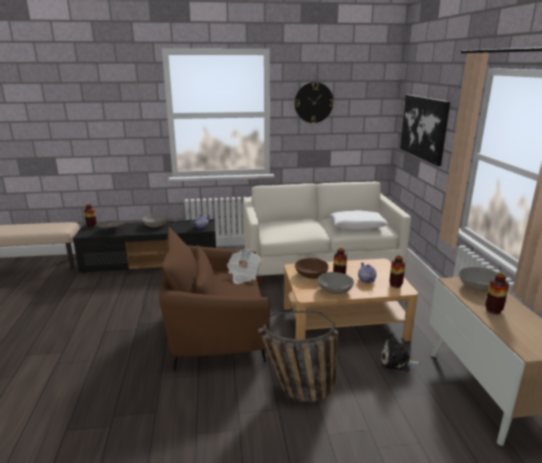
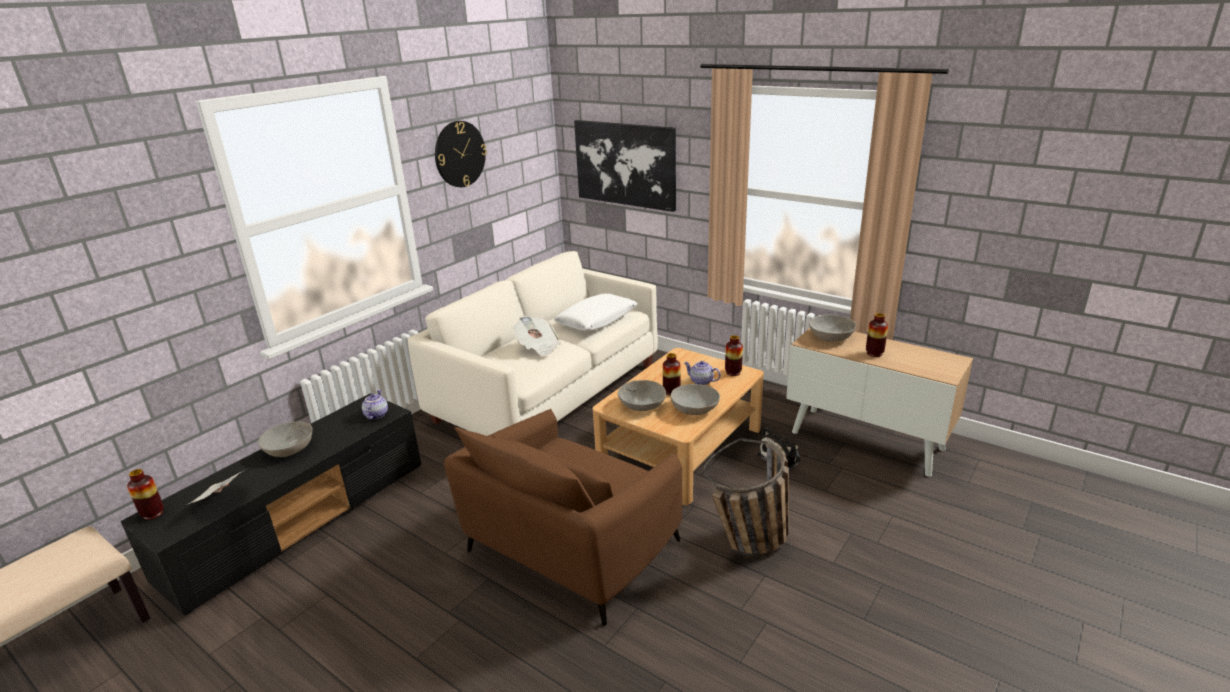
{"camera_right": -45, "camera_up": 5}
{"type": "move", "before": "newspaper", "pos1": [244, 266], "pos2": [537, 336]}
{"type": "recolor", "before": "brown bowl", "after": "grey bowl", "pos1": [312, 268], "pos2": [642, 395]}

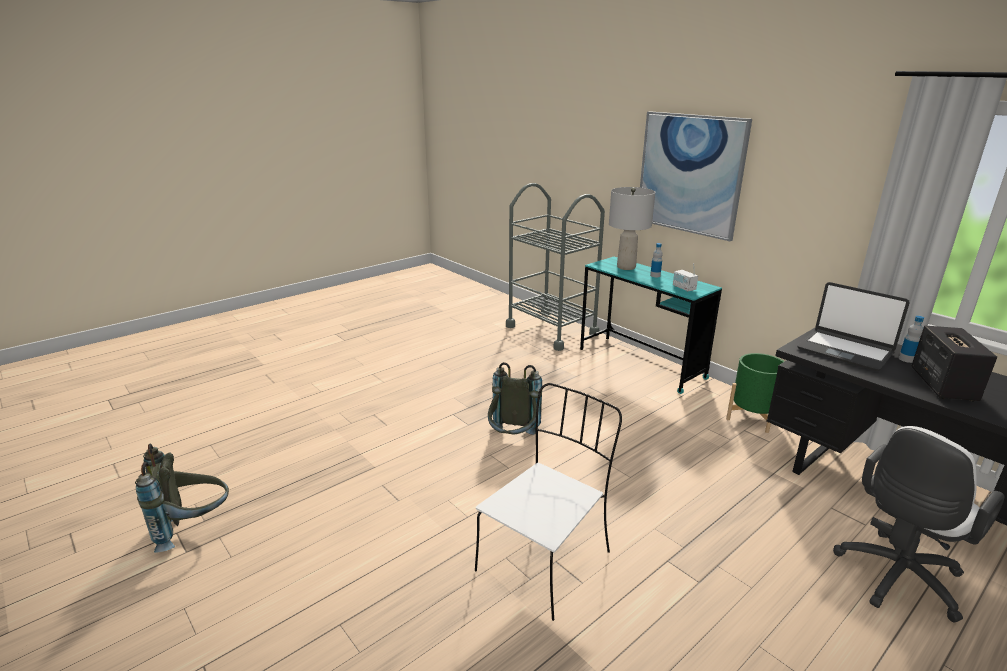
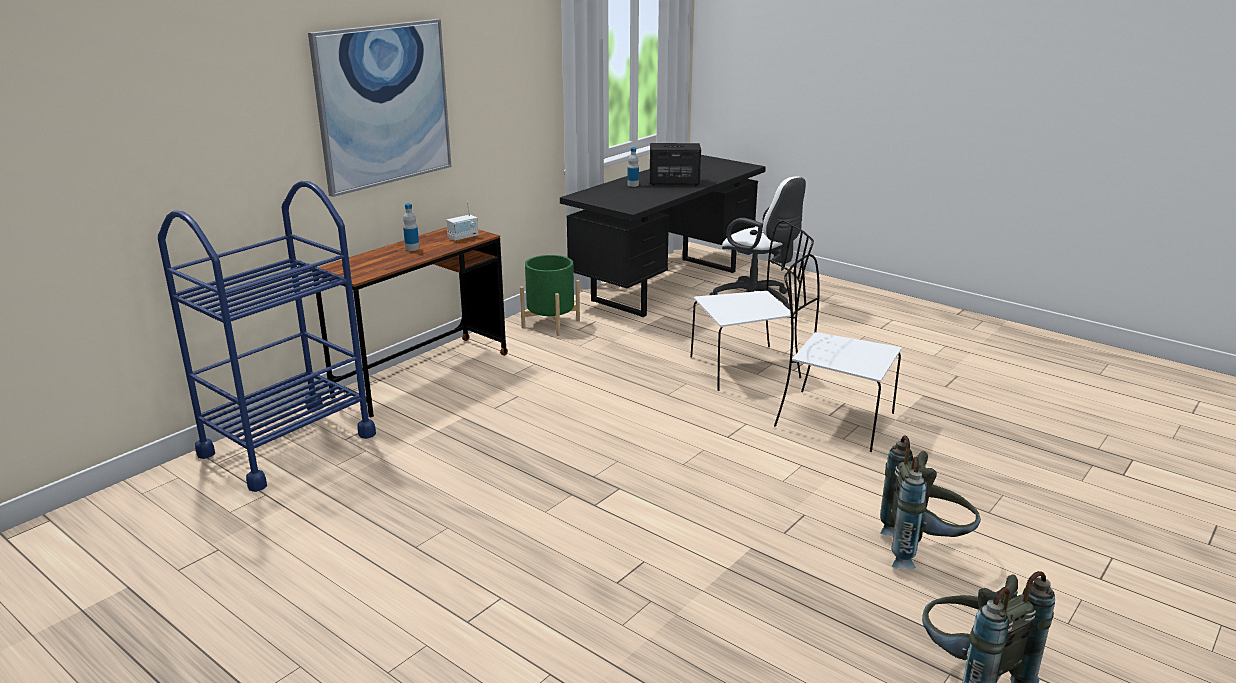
{"camera_right": -100, "camera_up": 0}
{"type": "recolor", "before": "grey cart", "after": "blue cart", "pos1": [555, 267], "pos2": [267, 336]}
{"type": "delete", "before": "grey table lamp", "pos1": [632, 228]}
{"type": "recolor", "before": "turquoise desk", "after": "brown desk", "pos1": [651, 325], "pos2": [410, 322]}
{"type": "delete", "before": "laptop", "pos1": [853, 326]}
{"type": "move", "before": "grey backpack", "pos1": [515, 398], "pos2": [930, 502]}
{"type": "insert", "after": "white chair", "pos2": [752, 305]}

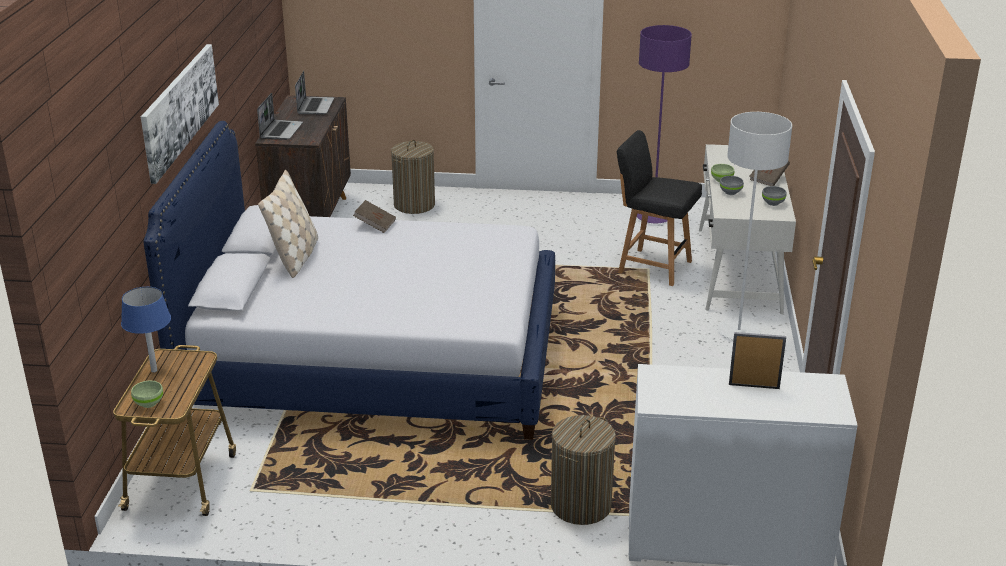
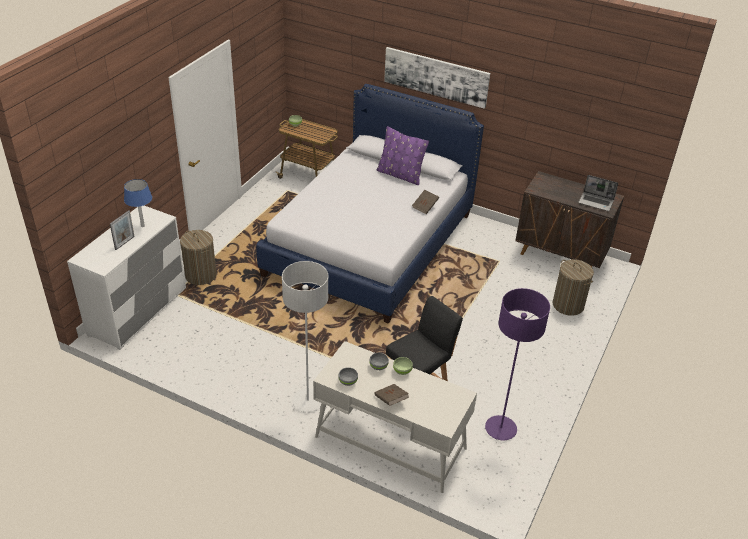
{"camera_right": 110, "camera_up": 10}
{"type": "delete", "before": "laptop", "pos1": [280, 116]}
{"type": "recolor", "before": "beige pillow", "after": "purple pillow", "pos1": [288, 224], "pos2": [402, 155]}
{"type": "move", "before": "blue table lamp", "pos1": [146, 330], "pos2": [138, 203]}

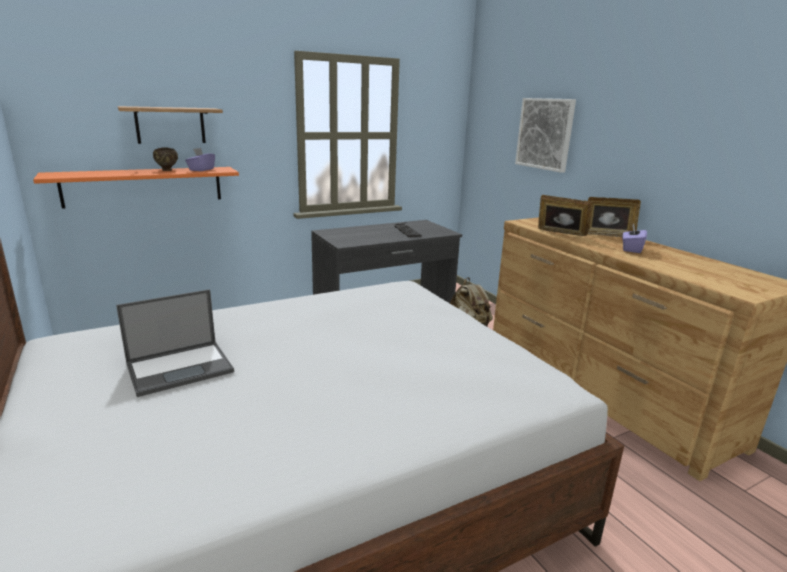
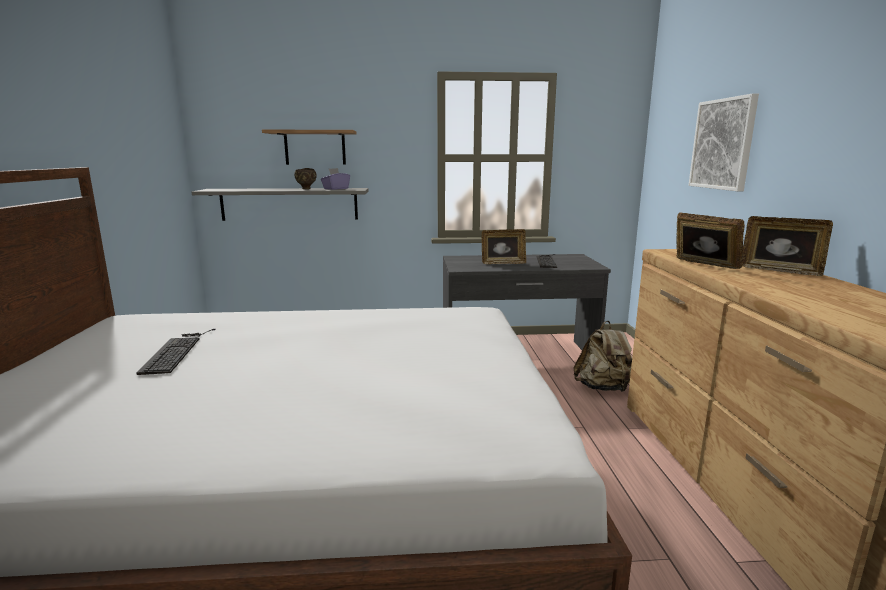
{"camera_right": 25, "camera_up": -5}
{"type": "recolor", "before": "orange shelf", "after": "grey shelf", "pos1": [136, 188], "pos2": [280, 204]}
{"type": "delete", "before": "purple tissue box", "pos1": [634, 238]}
{"type": "replace", "before": "laptop", "after": "keyboard", "pos1": [175, 343], "pos2": [176, 352]}
{"type": "insert", "after": "picture frame", "pos2": [504, 246]}

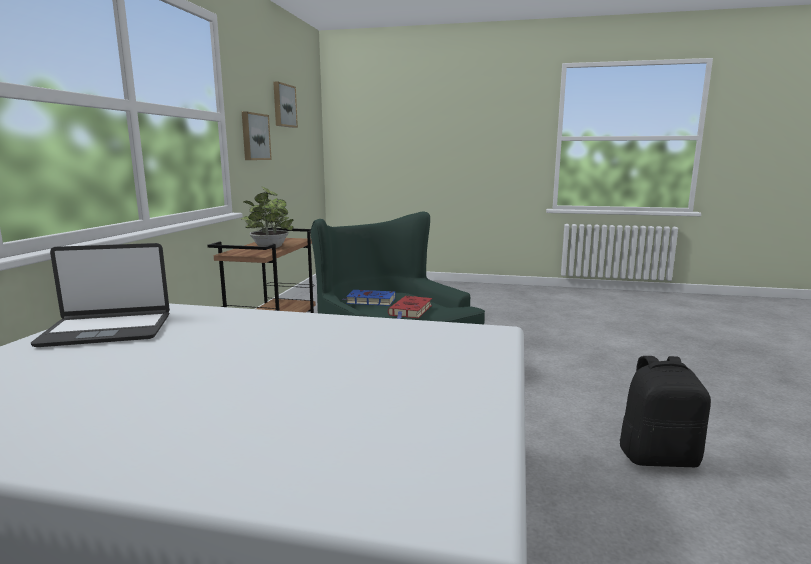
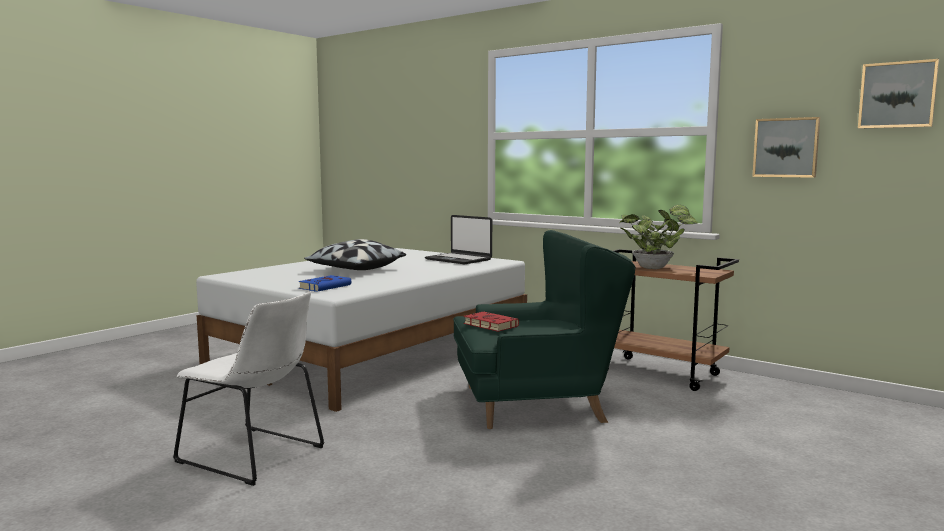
{"camera_right": 115, "camera_up": -5}
{"type": "rotate", "before": "laptop", "pos1": [100, 295], "pos2": [458, 239], "turn": -60}
{"type": "move", "before": "blue book", "pos1": [368, 298], "pos2": [324, 283]}
{"type": "replace", "before": "black backpack", "after": "white chair", "pos1": [665, 411], "pos2": [248, 388]}
{"type": "insert", "after": "pillow", "pos2": [355, 254]}

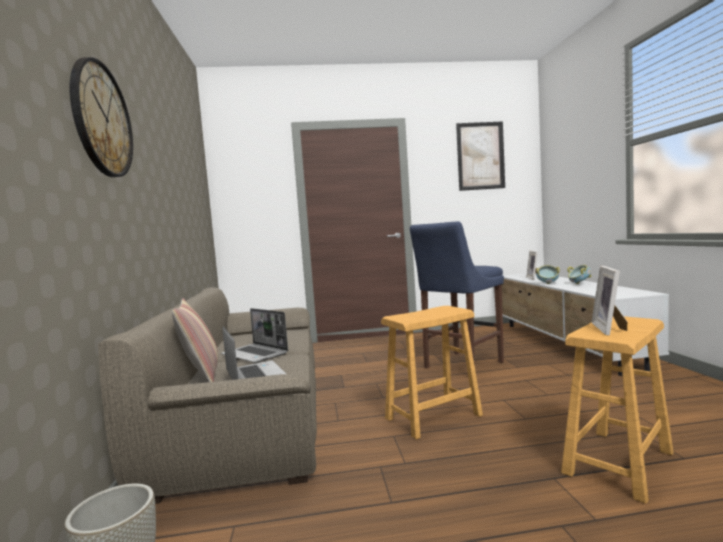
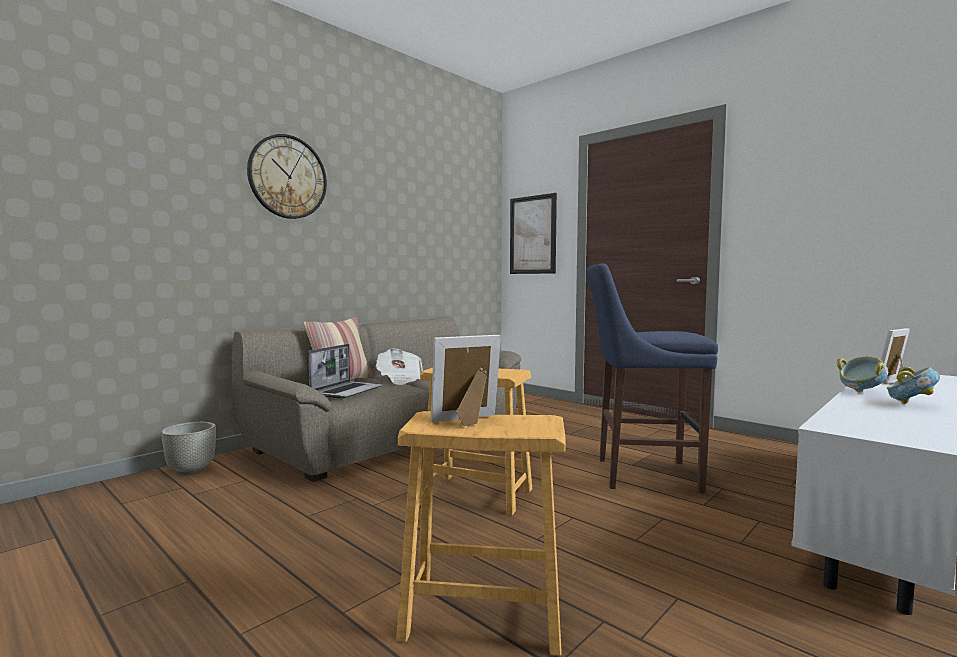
{"camera_right": 50, "camera_up": 0}
{"type": "move", "before": "picture", "pos1": [480, 156], "pos2": [533, 233]}
{"type": "replace", "before": "laptop", "after": "newspaper", "pos1": [254, 335], "pos2": [399, 367]}

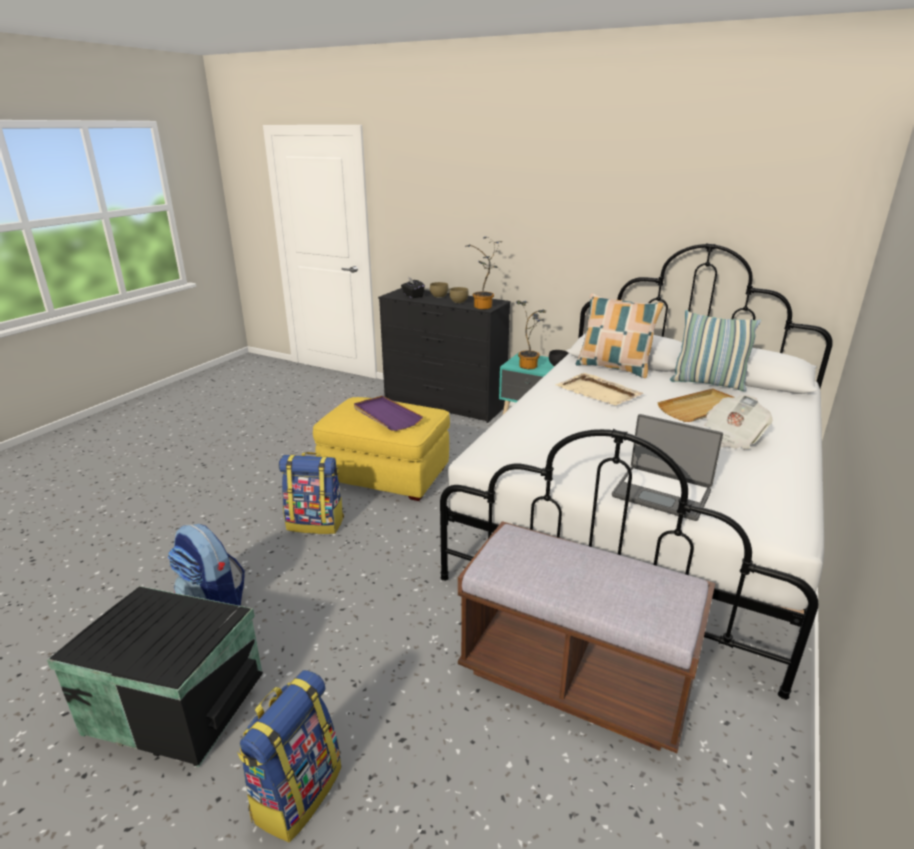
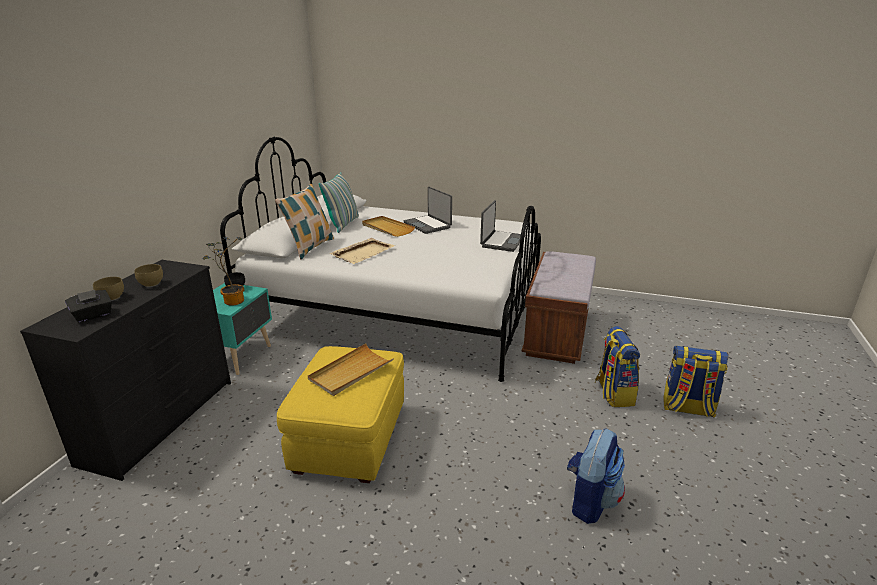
{"camera_right": -100, "camera_up": 0}
{"type": "delete", "before": "potted plant", "pos1": [484, 273]}
{"type": "replace", "before": "newspaper", "after": "laptop", "pos1": [739, 422], "pos2": [427, 210]}
{"type": "recolor", "before": "purple tray", "after": "beige tray", "pos1": [388, 413], "pos2": [351, 369]}
{"type": "move", "before": "backpack", "pos1": [311, 493], "pos2": [617, 366]}
{"type": "delete", "before": "black storage box", "pos1": [155, 676]}

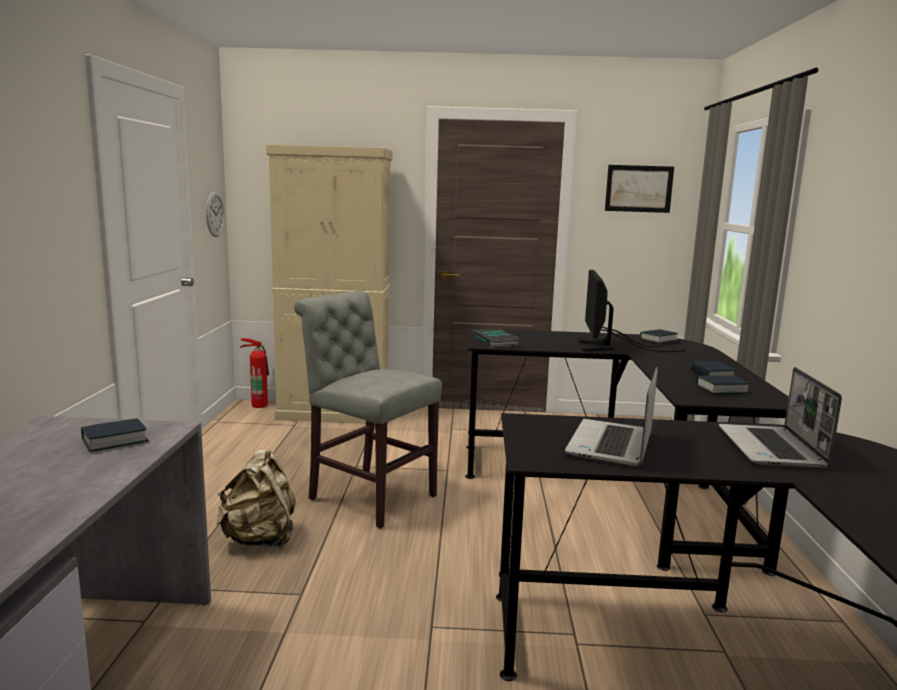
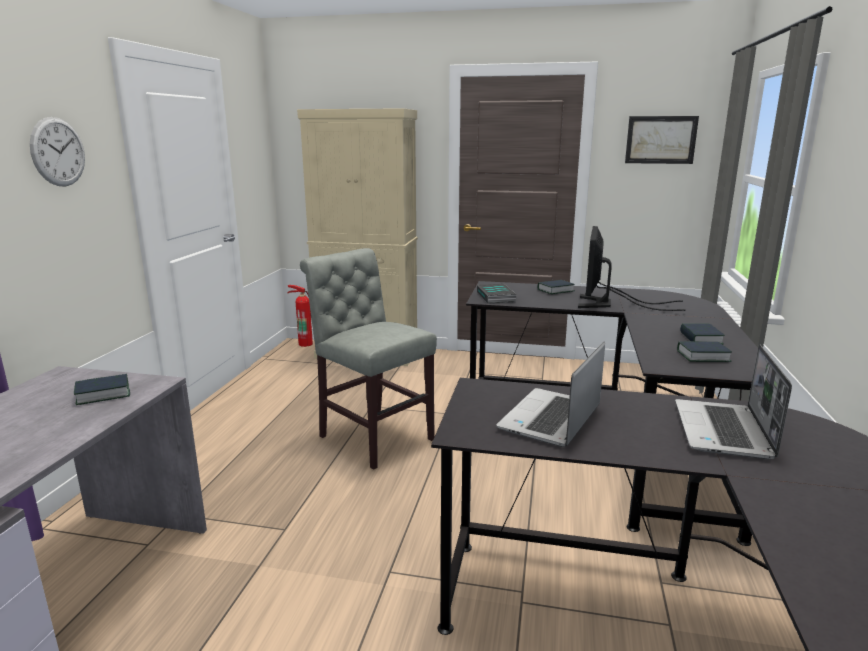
{"camera_right": 10, "camera_up": 5}
{"type": "move", "before": "wall clock", "pos1": [215, 214], "pos2": [57, 152]}
{"type": "move", "before": "book", "pos1": [659, 336], "pos2": [556, 287]}
{"type": "delete", "before": "beige backpack", "pos1": [256, 498]}

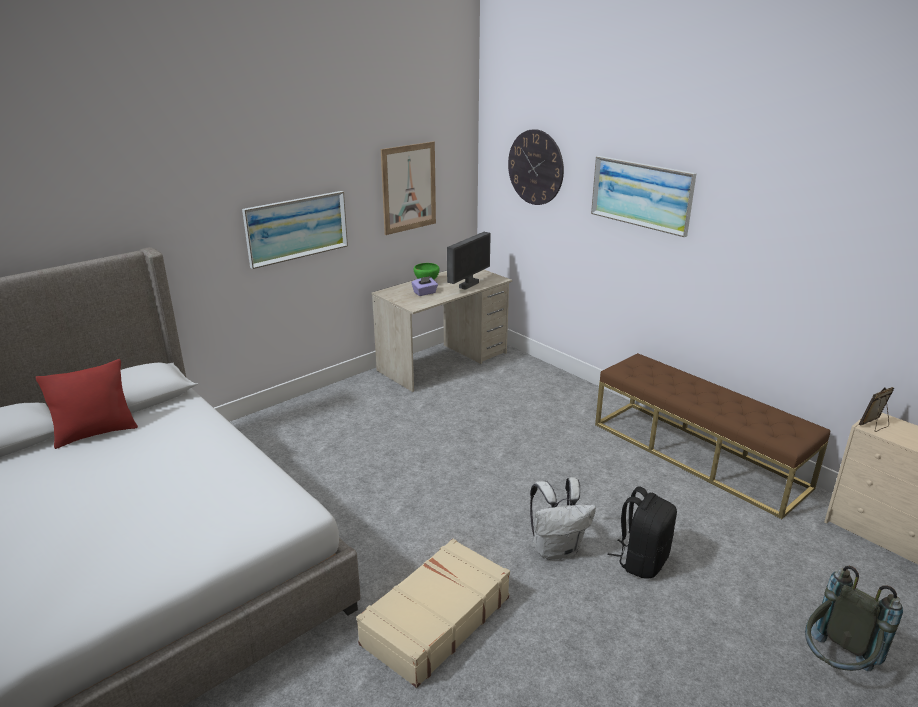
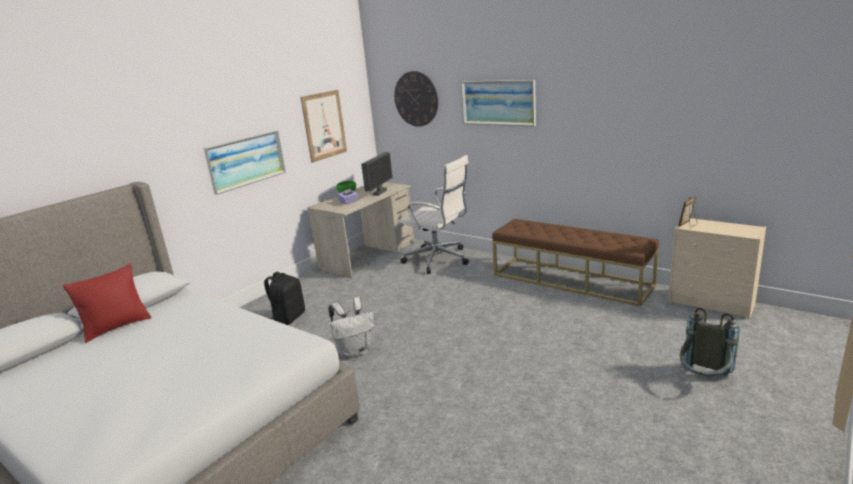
{"camera_right": -10, "camera_up": -5}
{"type": "move", "before": "white backpack", "pos1": [563, 518], "pos2": [351, 328]}
{"type": "move", "before": "black backpack", "pos1": [642, 532], "pos2": [284, 298]}
{"type": "delete", "before": "beige suitcase", "pos1": [433, 613]}
{"type": "insert", "after": "white office chair", "pos2": [434, 214]}

